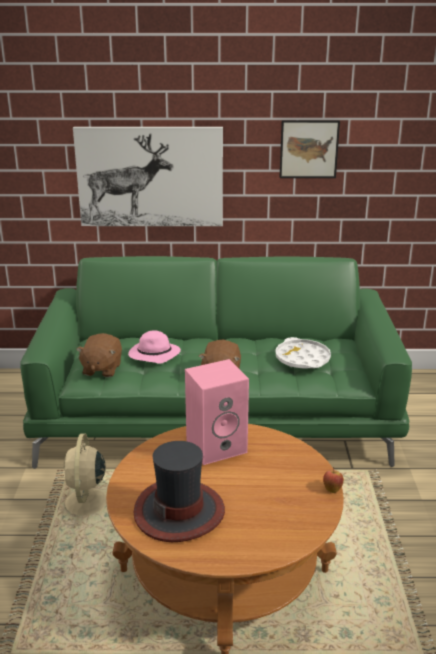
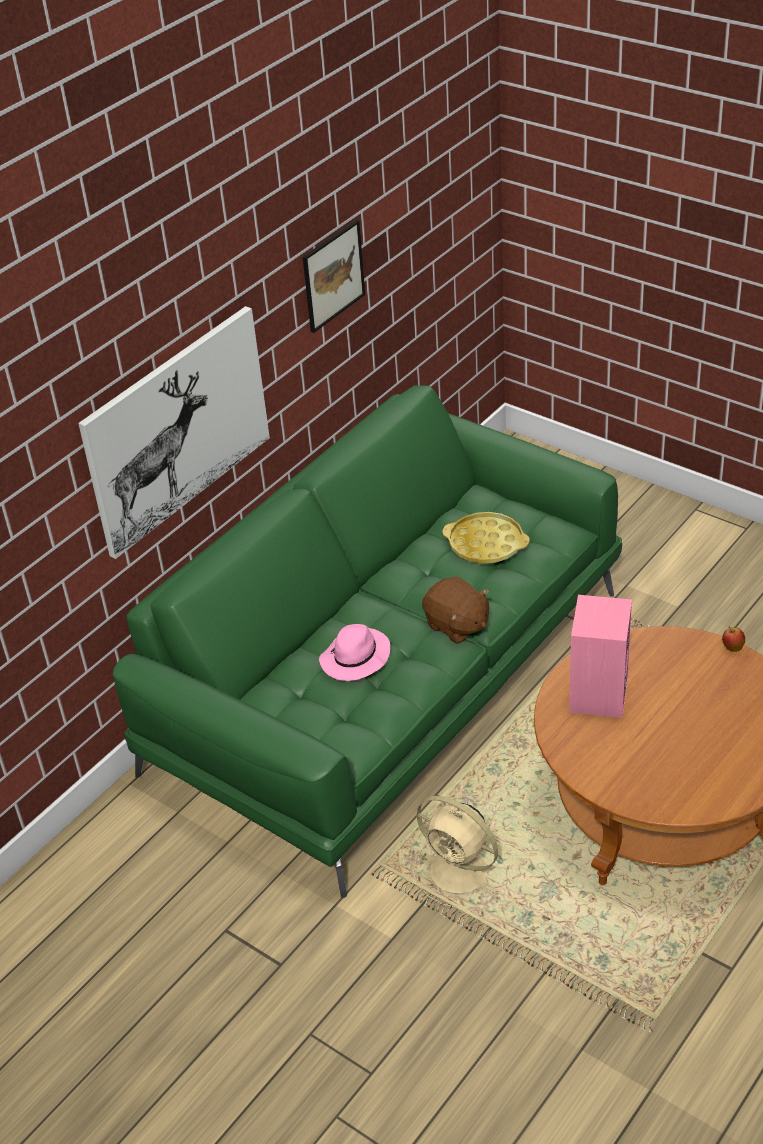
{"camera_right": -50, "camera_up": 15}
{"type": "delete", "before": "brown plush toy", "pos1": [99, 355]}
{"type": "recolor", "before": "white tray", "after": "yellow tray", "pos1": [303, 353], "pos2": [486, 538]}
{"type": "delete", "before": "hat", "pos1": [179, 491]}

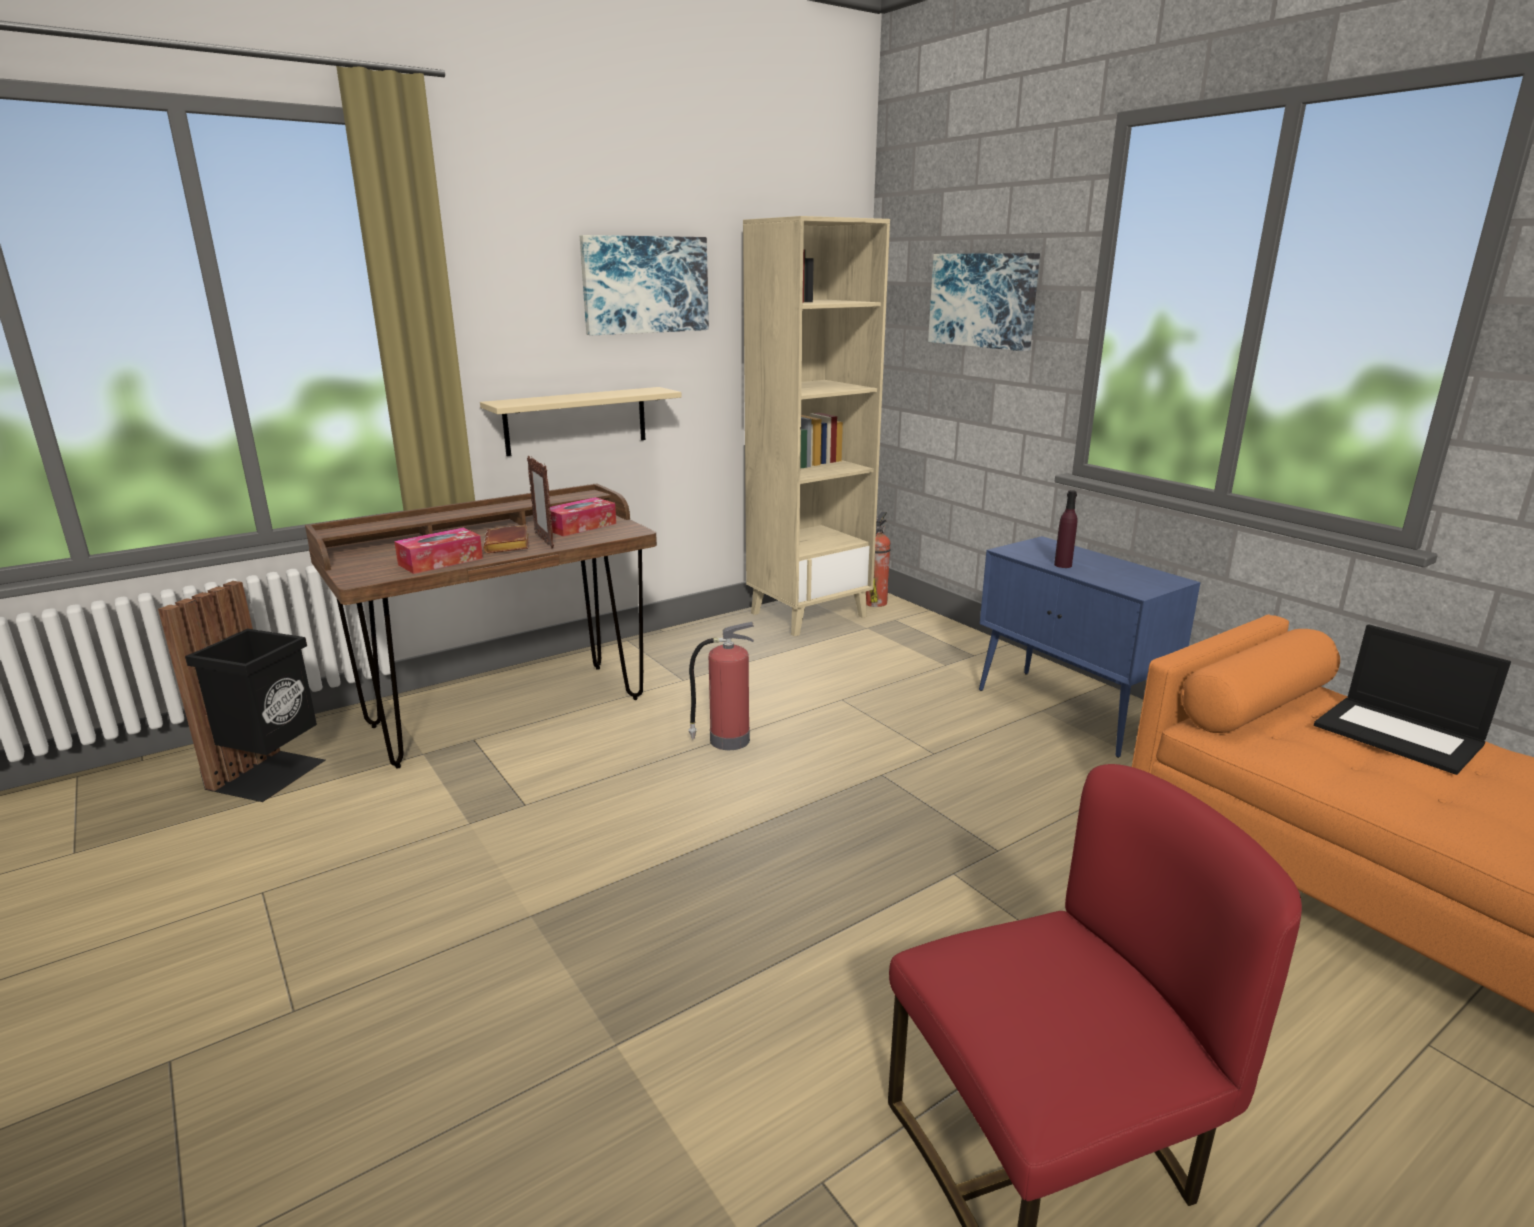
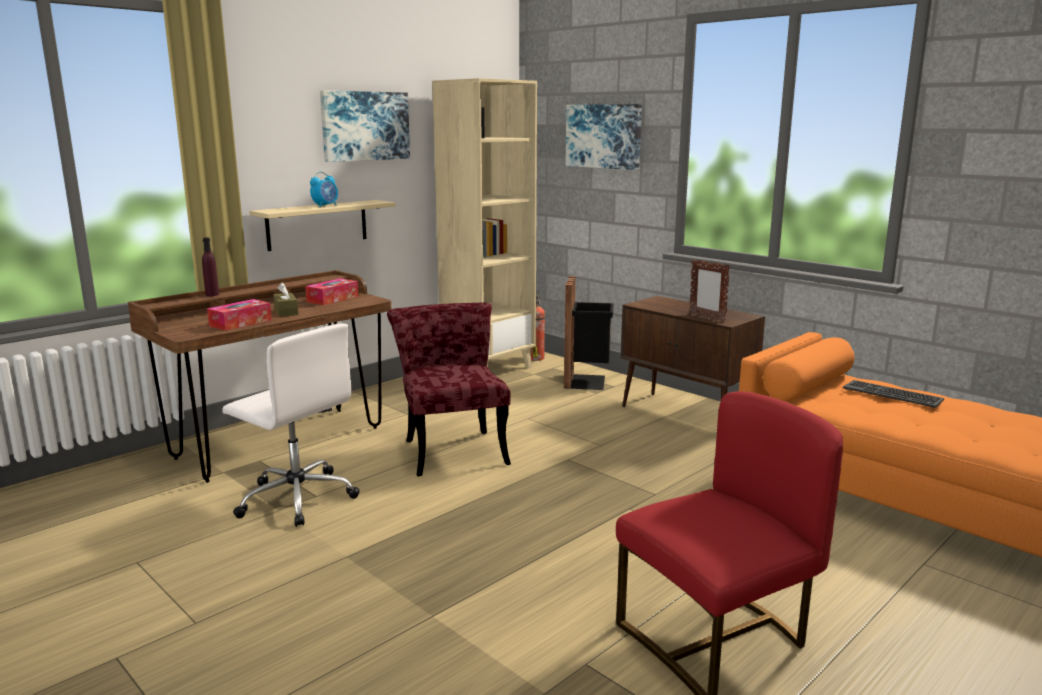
{"camera_right": -10, "camera_up": -5}
{"type": "move", "before": "picture frame", "pos1": [540, 502], "pos2": [709, 290]}
{"type": "move", "before": "purple bottle", "pos1": [1065, 529], "pos2": [210, 266]}
{"type": "replace", "before": "brown book", "after": "brown tissue box", "pos1": [506, 539], "pos2": [286, 299]}
{"type": "recolor", "before": "blue cabinet", "after": "brown cabinet", "pos1": [1090, 647], "pos2": [693, 351]}
{"type": "move", "before": "black trash can", "pos1": [242, 691], "pos2": [589, 333]}
{"type": "replace", "before": "fire extinguisher", "after": "red chair", "pos1": [721, 686], "pos2": [449, 389]}
{"type": "replace", "before": "laptop", "after": "keyboard", "pos1": [1412, 699], "pos2": [893, 394]}
{"type": "insert", "after": "alarm clock", "pos2": [324, 189]}
{"type": "insert", "after": "white office chair", "pos2": [291, 425]}

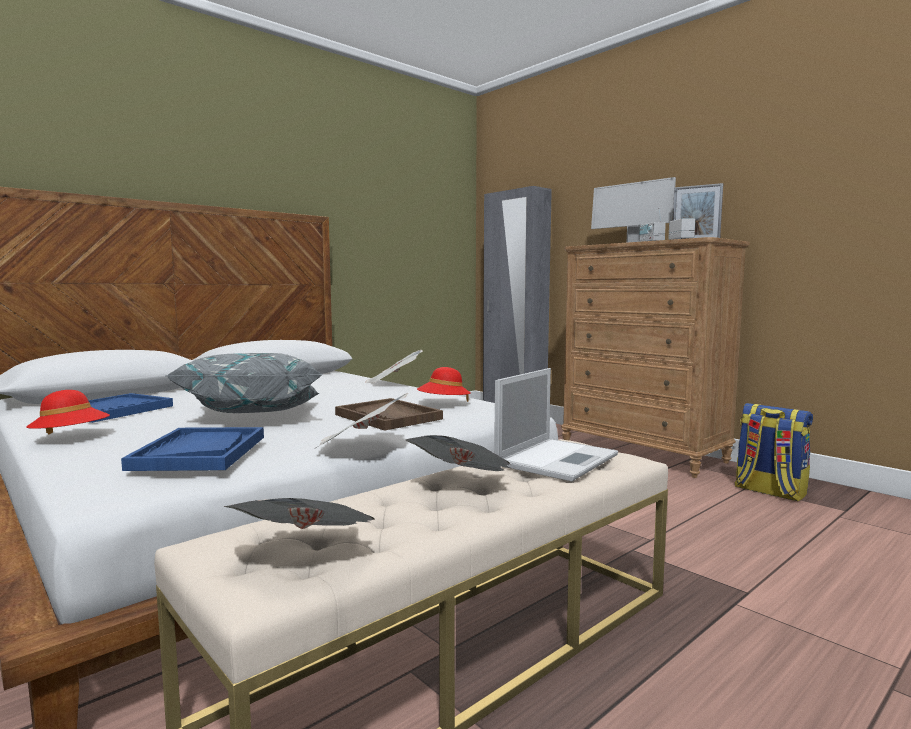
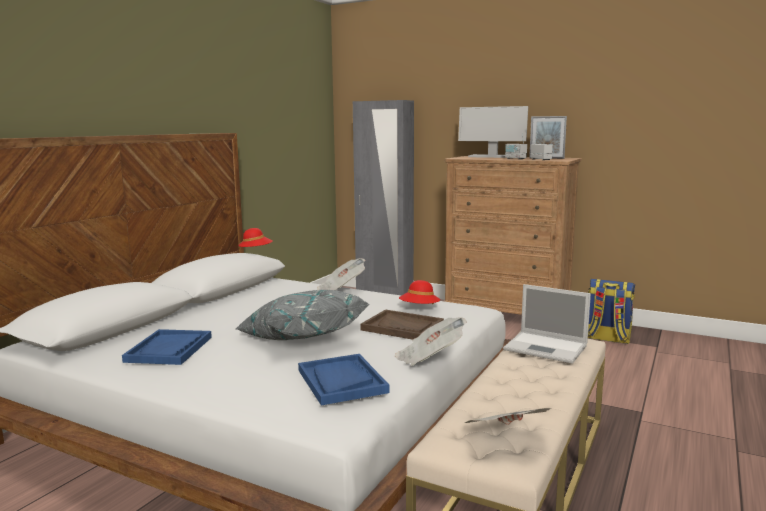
{"camera_right": -20, "camera_up": 5}
{"type": "rotate", "before": "laptop", "pos1": [556, 424], "pos2": [547, 324], "turn": 105}
{"type": "move", "before": "red hat", "pos1": [68, 412], "pos2": [255, 239]}
{"type": "delete", "before": "newspaper", "pos1": [458, 453]}

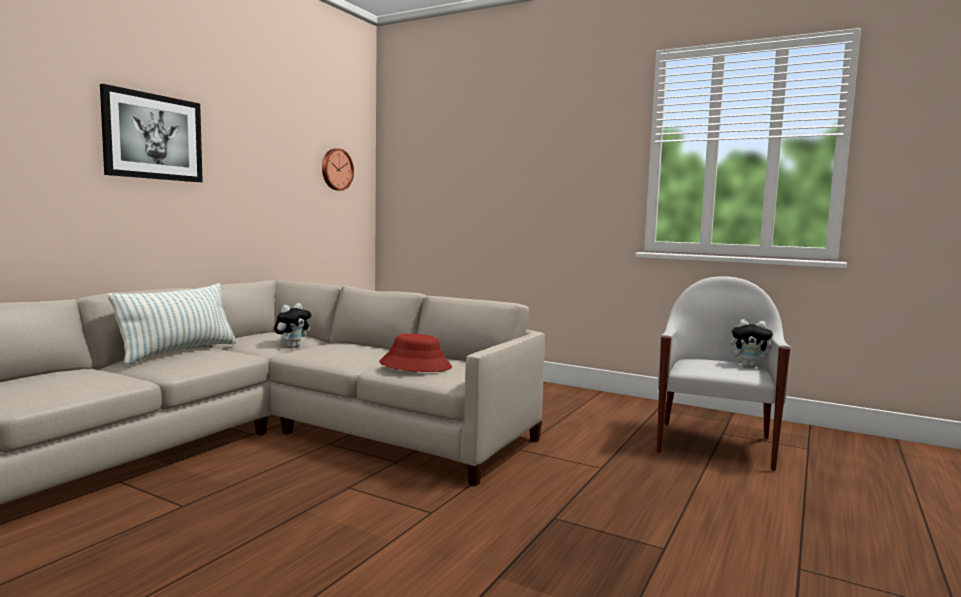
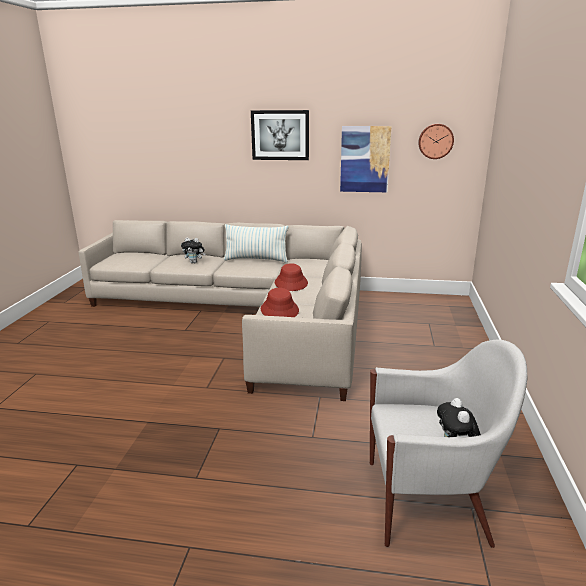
{"camera_right": 70, "camera_up": 15}
{"type": "move", "before": "plush toy", "pos1": [292, 325], "pos2": [193, 250]}
{"type": "insert", "after": "picture", "pos2": [365, 159]}
{"type": "insert", "after": "red hat", "pos2": [291, 277]}

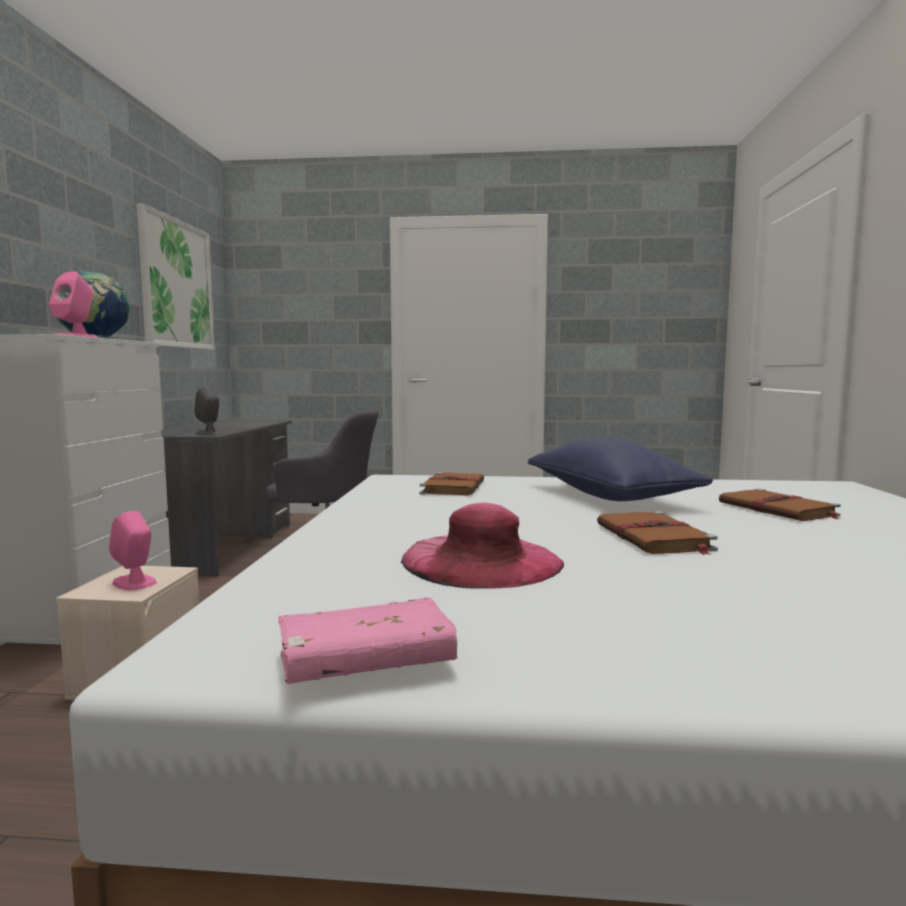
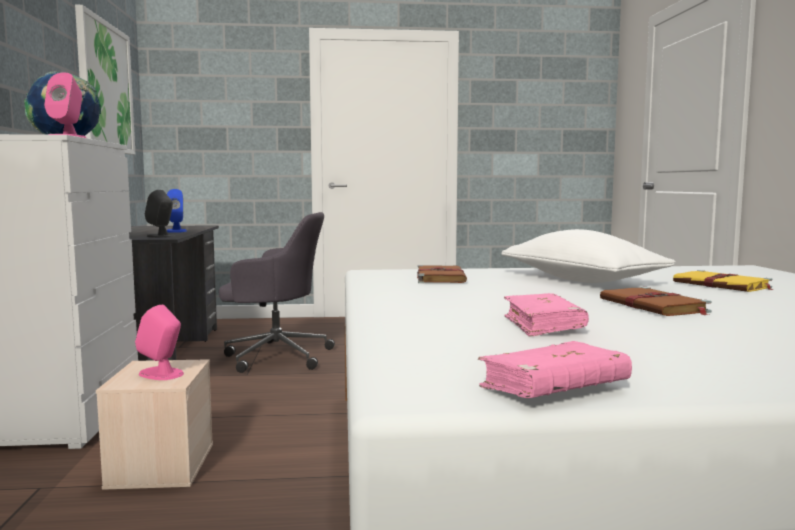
{"camera_right": -10, "camera_up": 0}
{"type": "recolor", "before": "blue pillow", "after": "white pillow", "pos1": [620, 469], "pos2": [588, 256]}
{"type": "recolor", "before": "brown book", "after": "yellow book", "pos1": [780, 505], "pos2": [724, 281]}
{"type": "replace", "before": "pink hat", "after": "pink book", "pos1": [482, 545], "pos2": [546, 315]}
{"type": "insert", "after": "blue speaker", "pos2": [177, 211]}

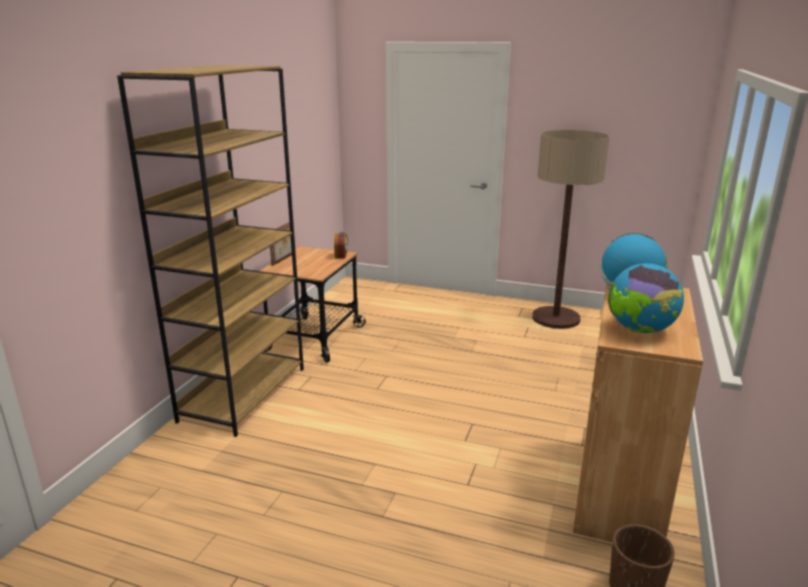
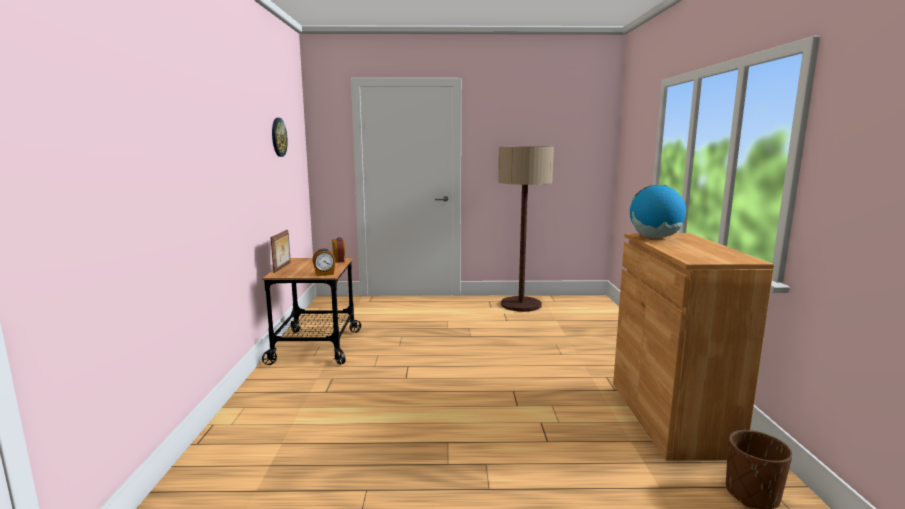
{"camera_right": -20, "camera_up": -10}
{"type": "delete", "before": "brown bookcase", "pos1": [210, 251]}
{"type": "delete", "before": "globe", "pos1": [646, 298]}
{"type": "insert", "after": "wall clock", "pos2": [280, 137]}
{"type": "insert", "after": "alarm clock", "pos2": [324, 262]}

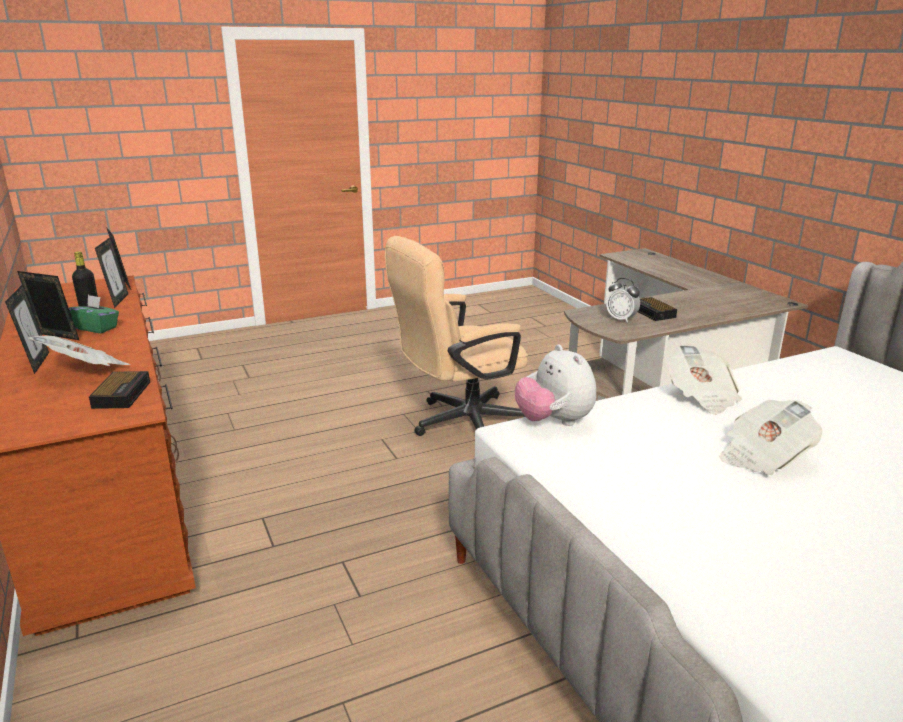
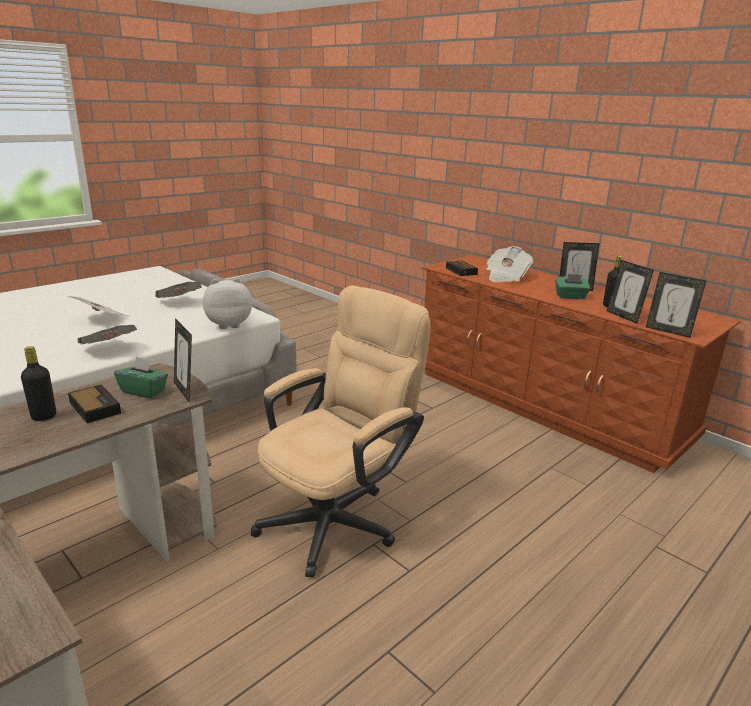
{"camera_right": 160, "camera_up": 0}
{"type": "replace", "before": "alarm clock", "after": "green tissue box", "pos1": [623, 300], "pos2": [141, 377]}
{"type": "move", "before": "picture frame", "pos1": [27, 329], "pos2": [183, 360]}
{"type": "rotate", "before": "plush toy", "pos1": [555, 385], "pos2": [227, 303], "turn": -60}
{"type": "insert", "after": "newspaper", "pos2": [178, 290]}
{"type": "insert", "after": "black bottle", "pos2": [38, 383]}

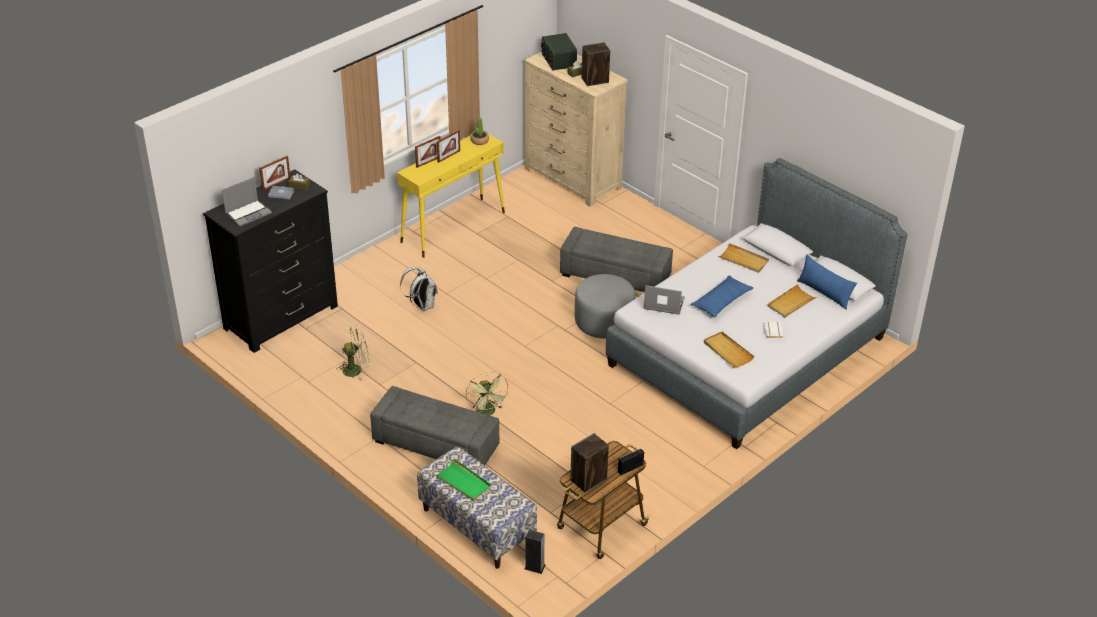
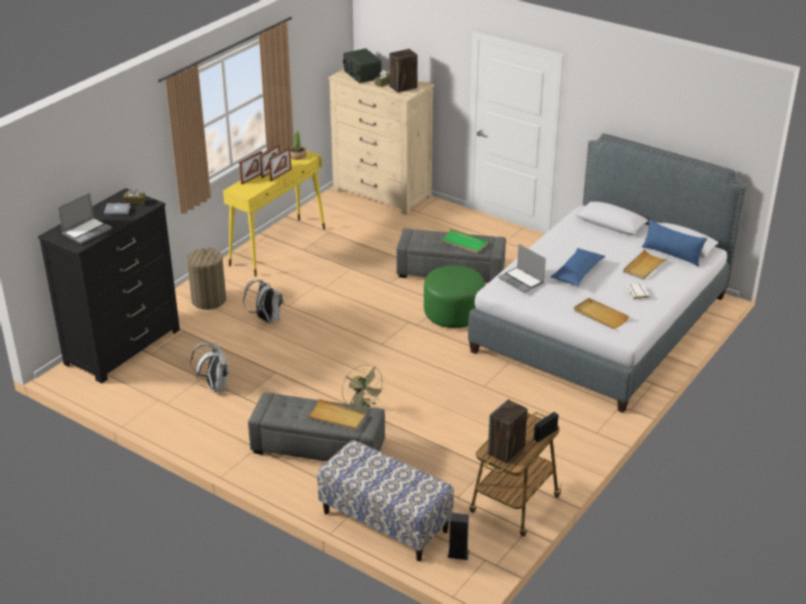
{"camera_right": -10, "camera_up": -5}
{"type": "move", "before": "picture frame", "pos1": [274, 173], "pos2": [280, 164]}
{"type": "move", "before": "beige tray", "pos1": [743, 258], "pos2": [336, 415]}
{"type": "recolor", "before": "grey ottoman", "after": "green ottoman", "pos1": [605, 306], "pos2": [454, 296]}
{"type": "rotate", "before": "laptop", "pos1": [664, 300], "pos2": [522, 268], "turn": -135}
{"type": "replace", "before": "green fan", "after": "white backpack", "pos1": [352, 353], "pos2": [209, 367]}
{"type": "move", "before": "green tray", "pos1": [462, 480], "pos2": [463, 241]}
{"type": "insert", "after": "laundry basket", "pos2": [206, 279]}

